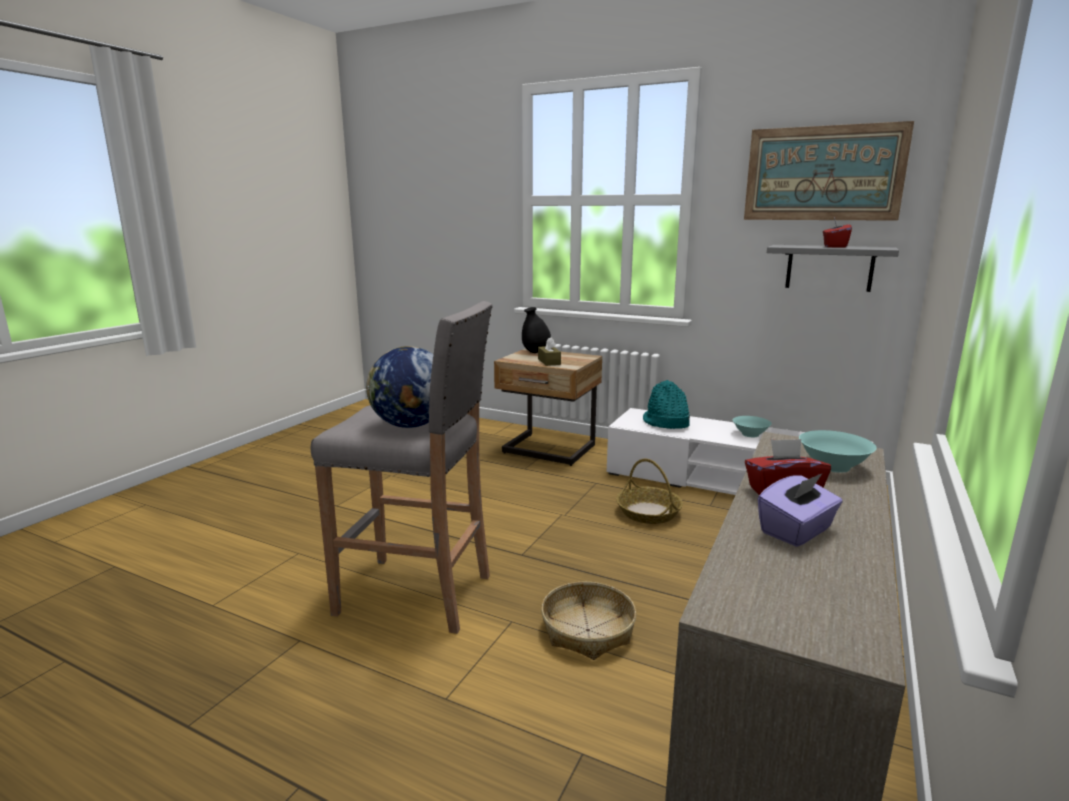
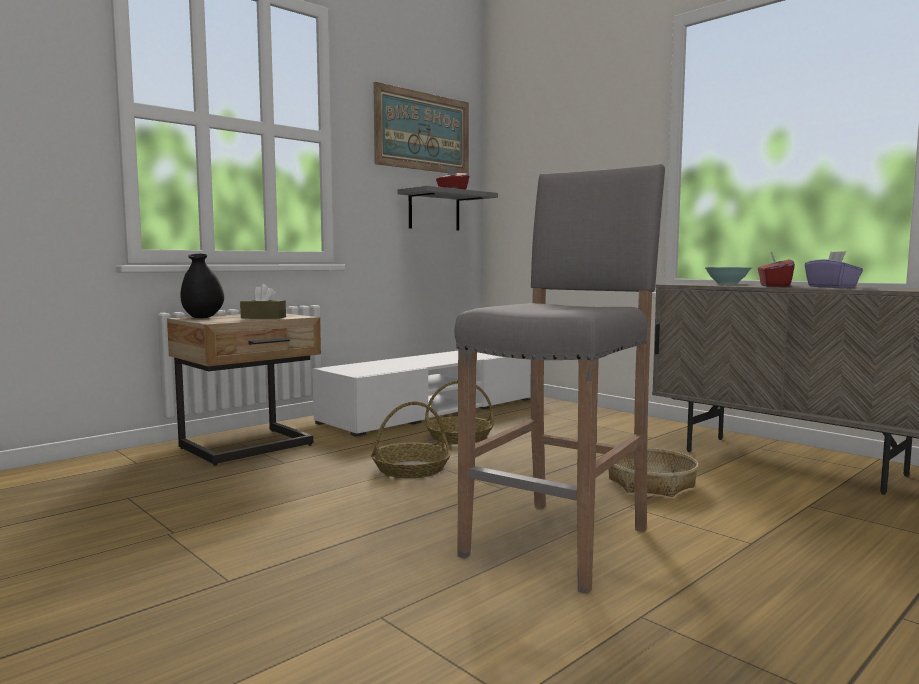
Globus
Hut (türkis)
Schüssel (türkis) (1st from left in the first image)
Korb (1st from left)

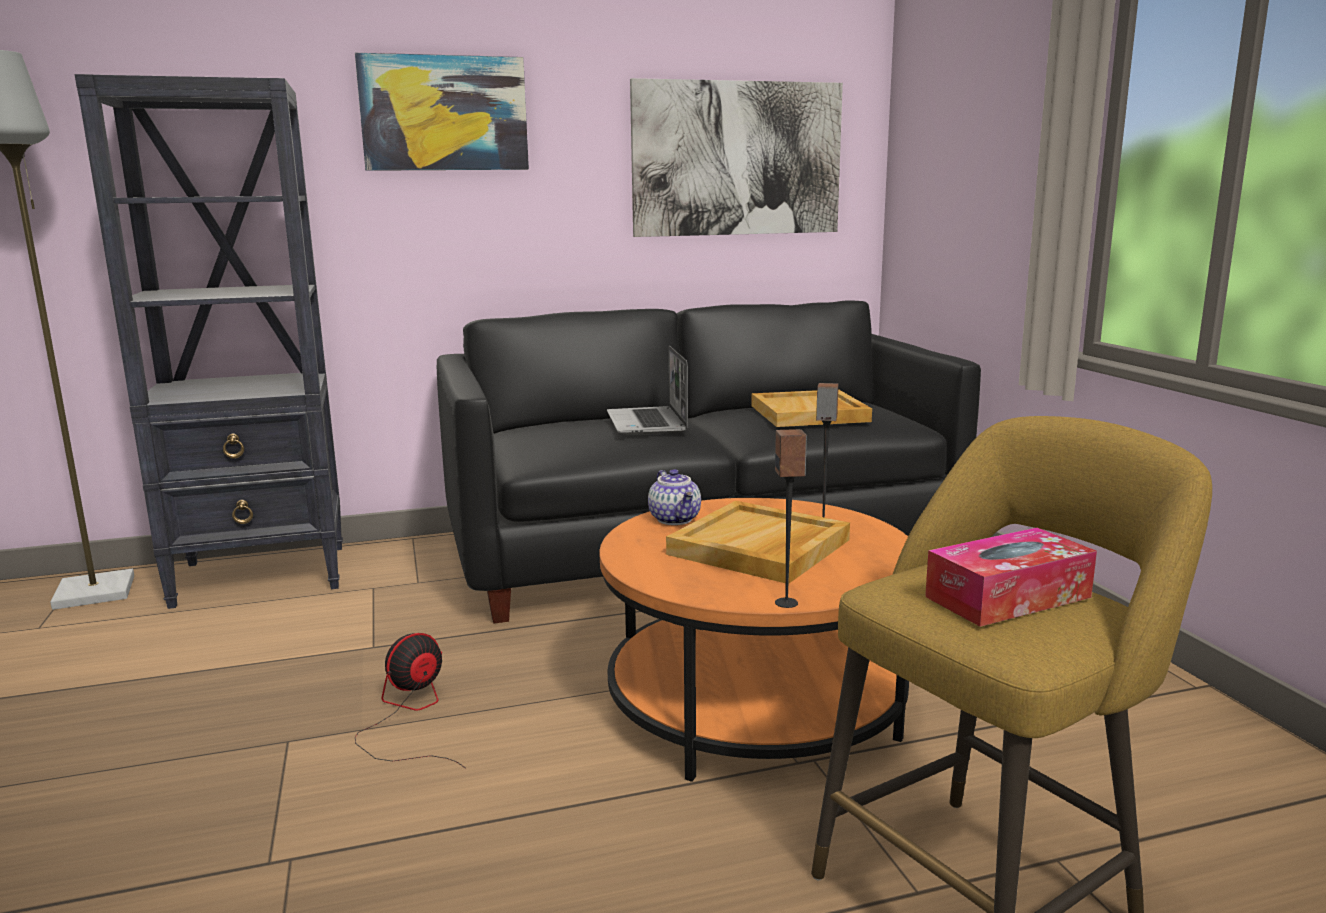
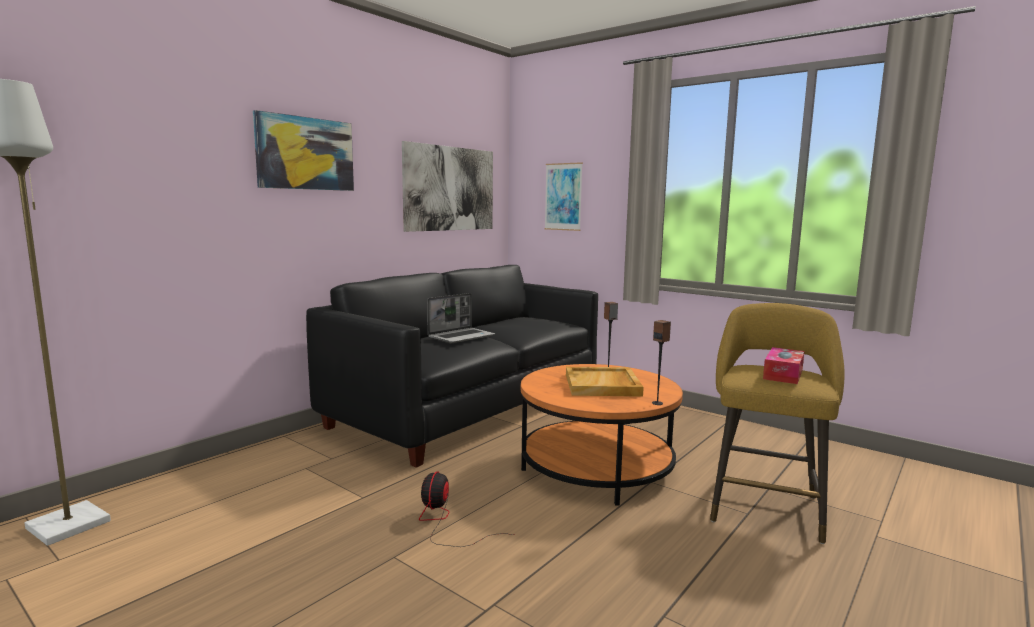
Bücherregal (schwarz)
Teekanne
Tablett (beige) (2nd from left in the first image)
Bild (3rd from left)
Laptop

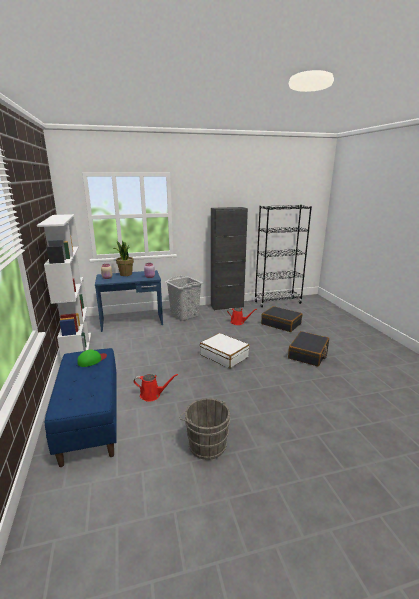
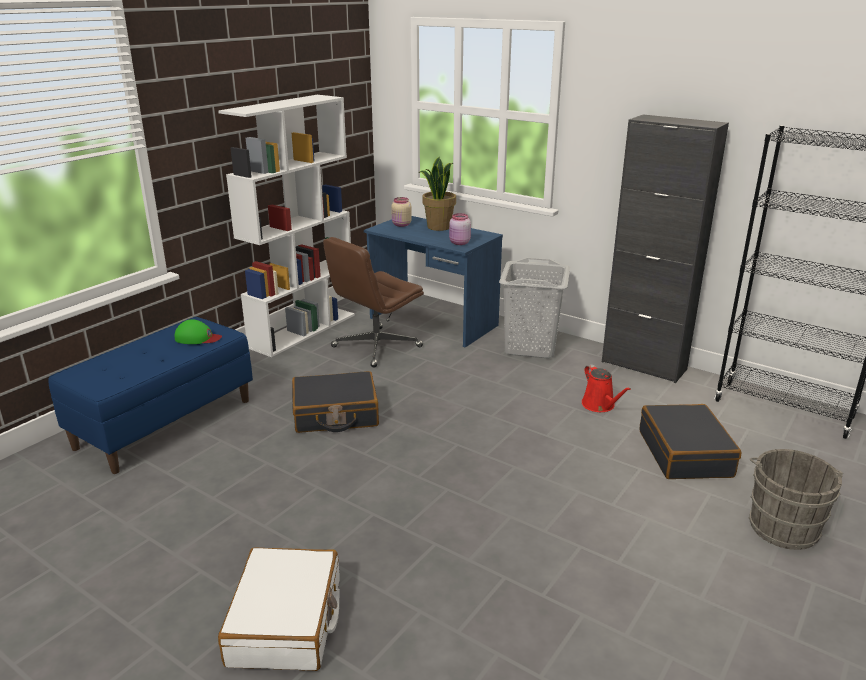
Gießkanne (rot) (1st from left in the first image)
Bürostuhl (braun)
Eimer (grau)
Koffer (weiß)
Koffer (schwarz) (1st from left)

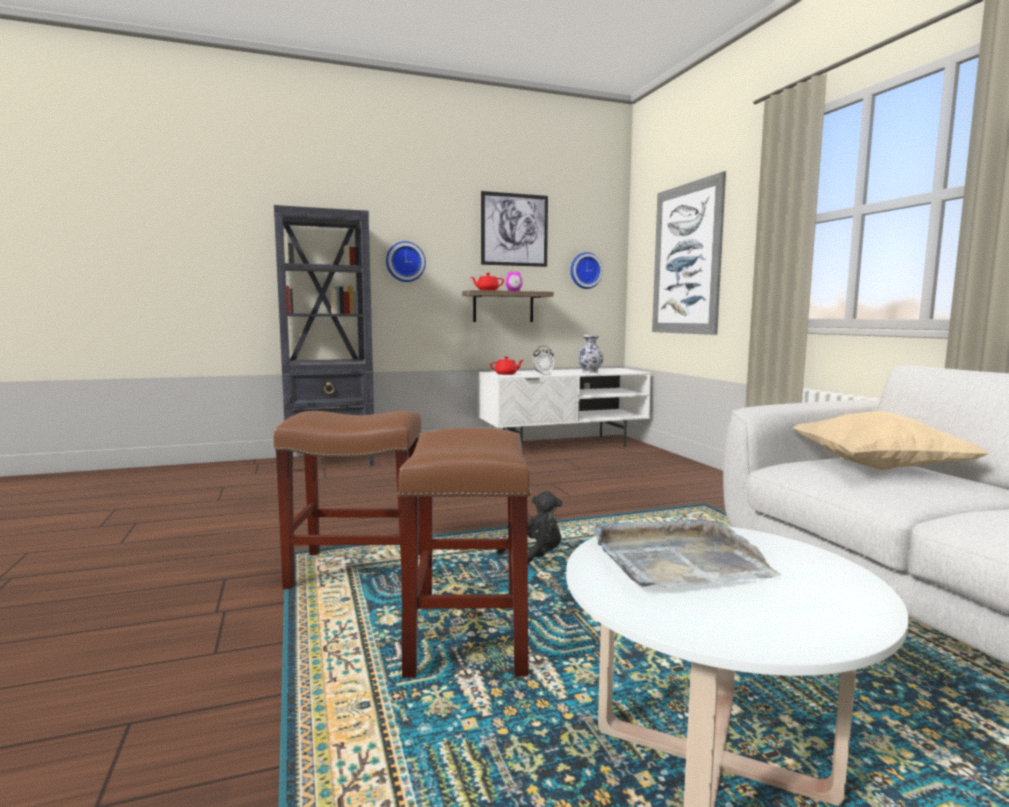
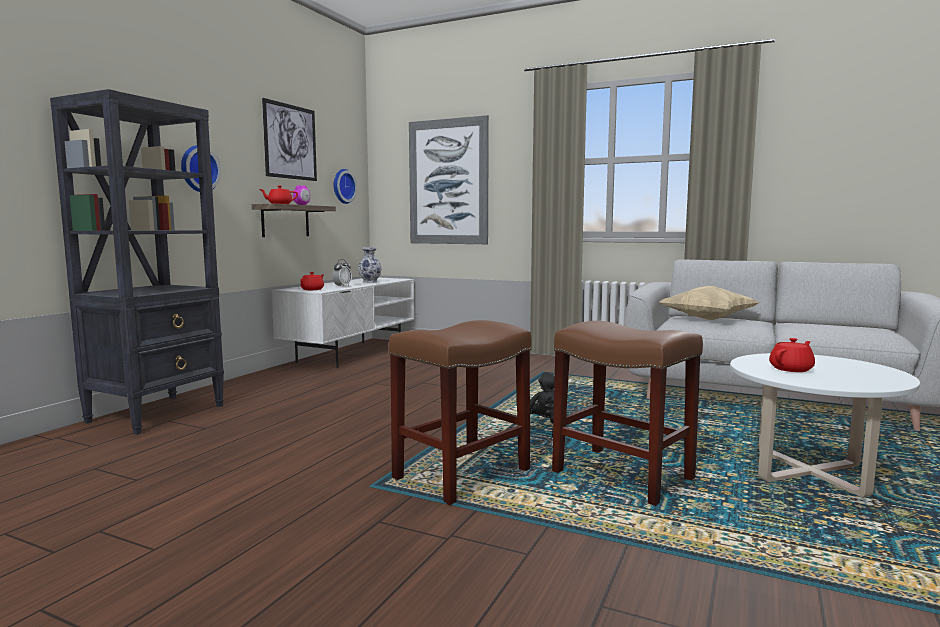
Teekanne (rot) (3rd from left)

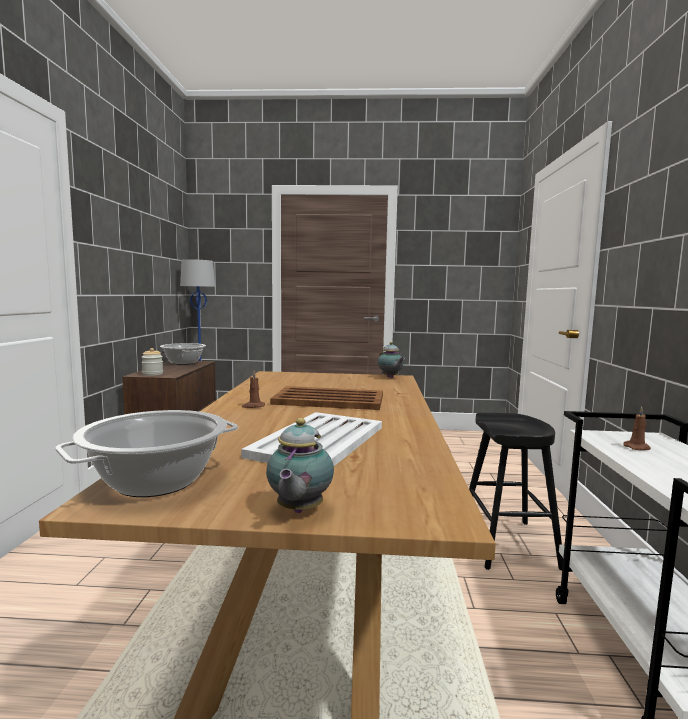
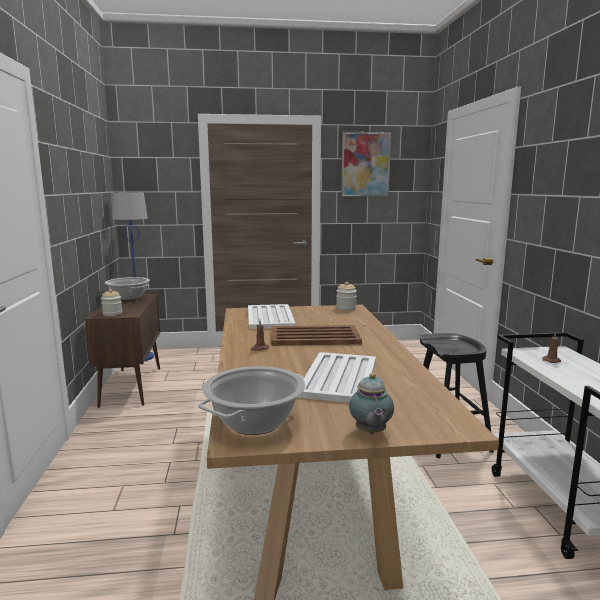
Tablett (weiß) (1st from left)
Bild
Vorratsglas (2nd from left)

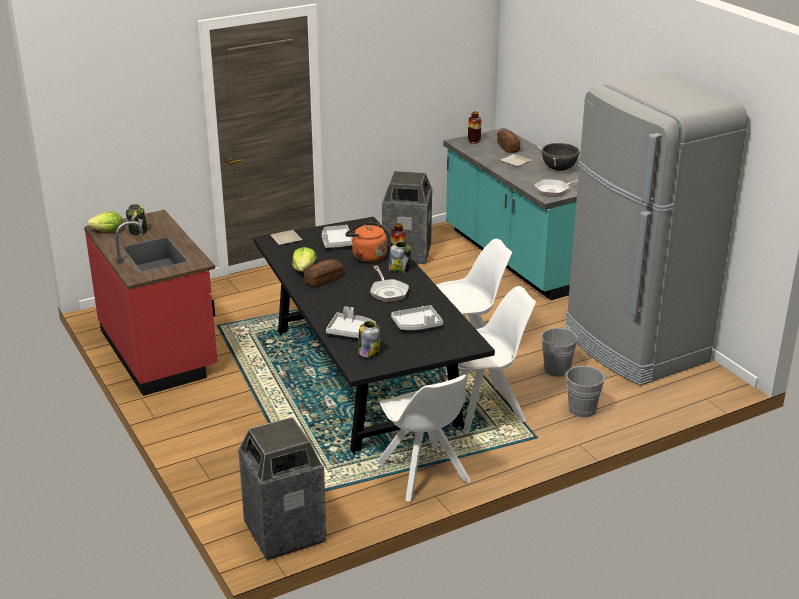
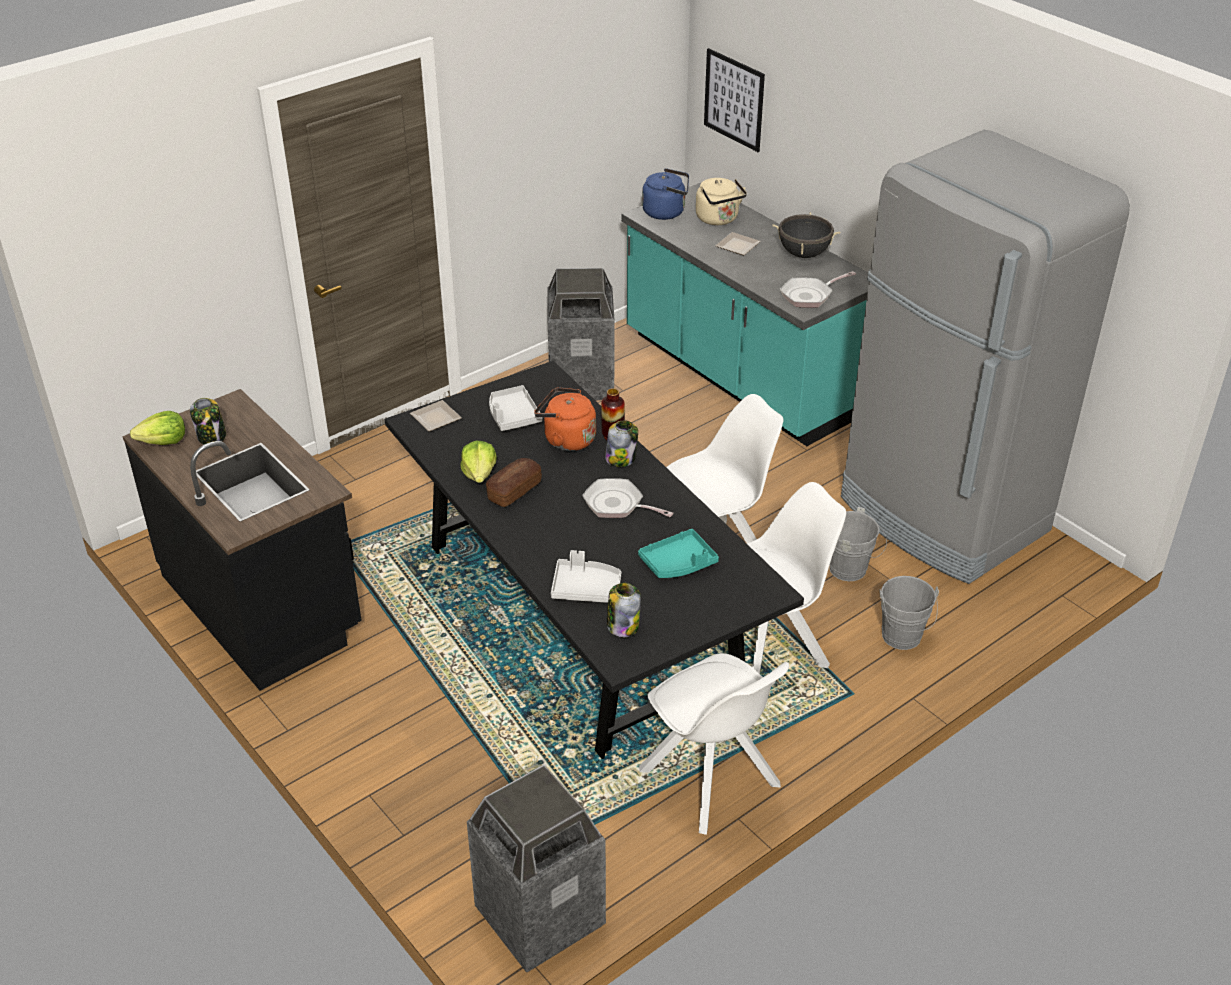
Bild
Wasserkessel (blau)
Wasserkessel (beige)
Küchenzeile (schwarz)
Tablett (türkis)
Pfanne (1st from left)

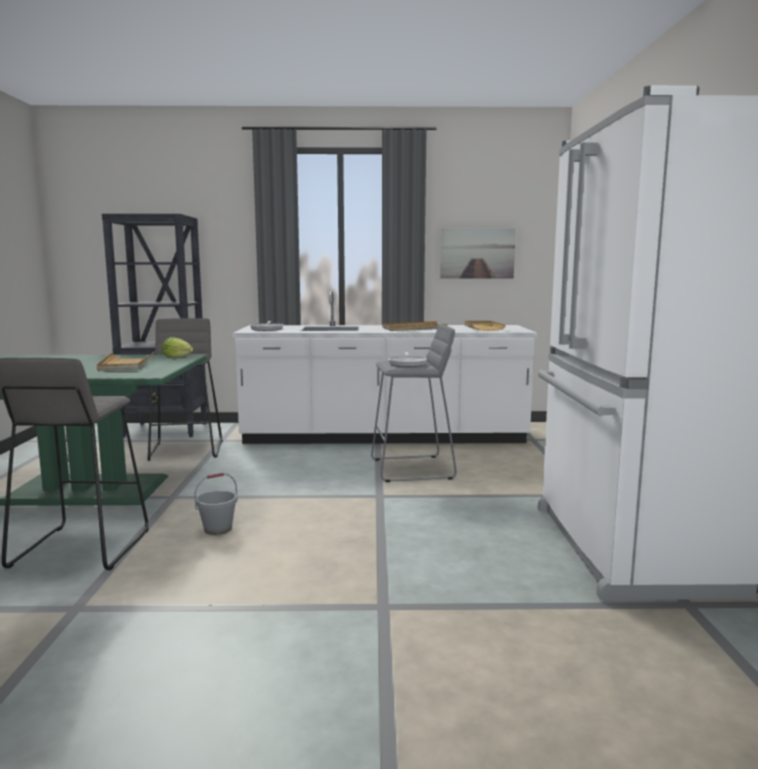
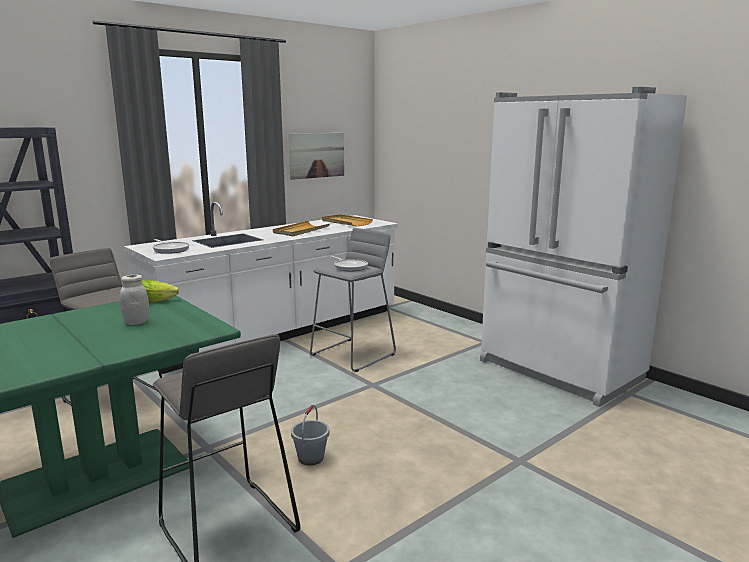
Vorratsglas (weiß)

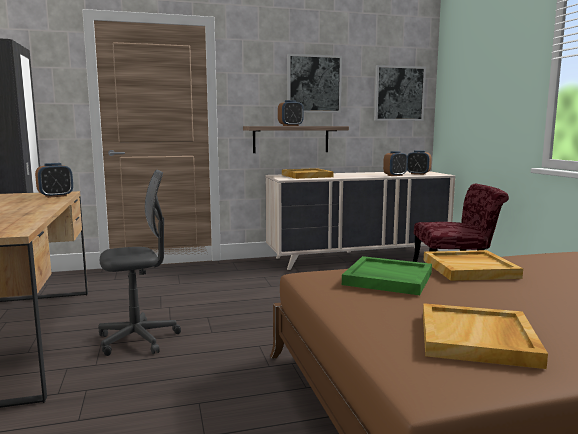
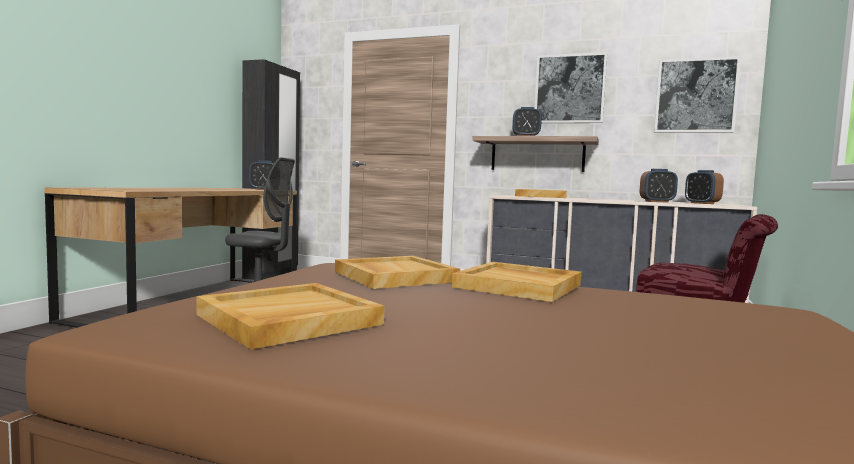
Tablett (beige) (2nd from left)

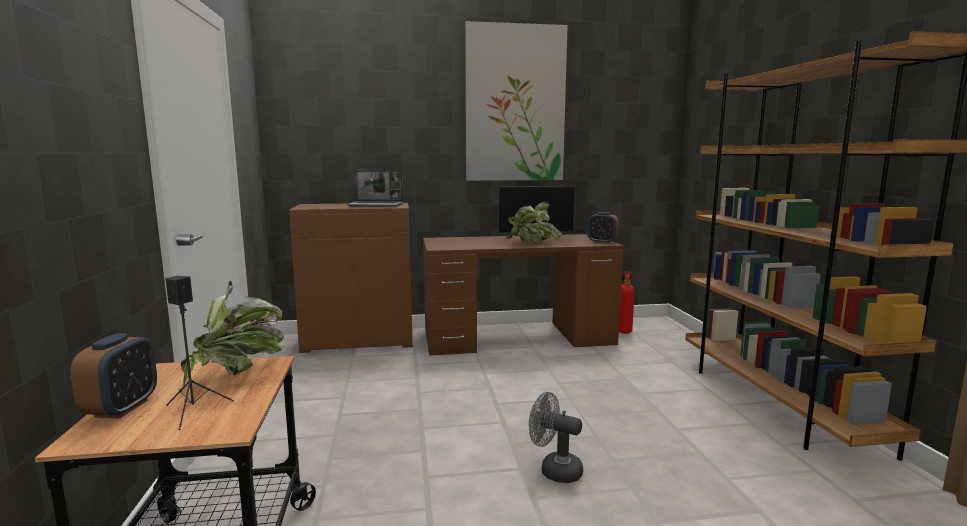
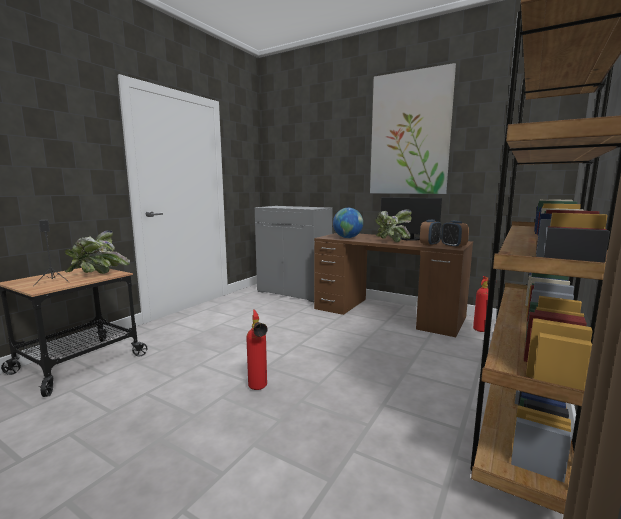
Laptop
Globus
Wecker (1st from left)
Feuerlöscher (1st from left)
Schrank (grau)

